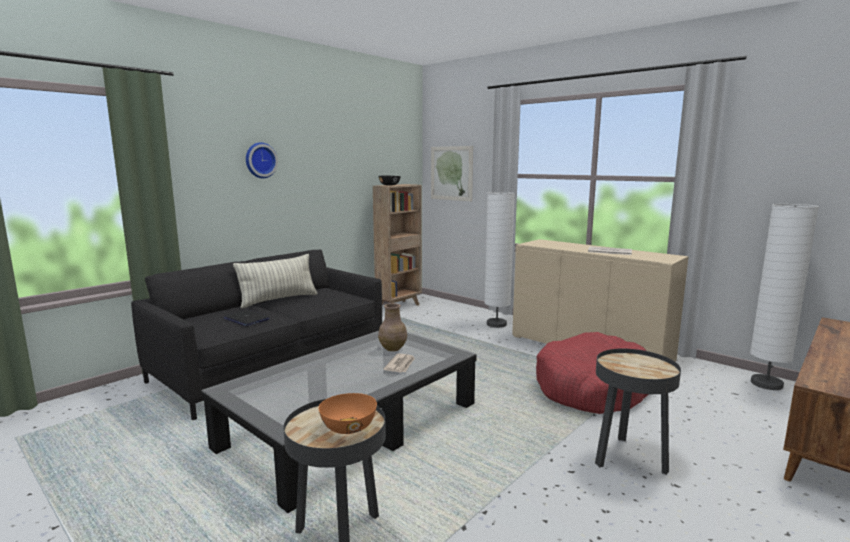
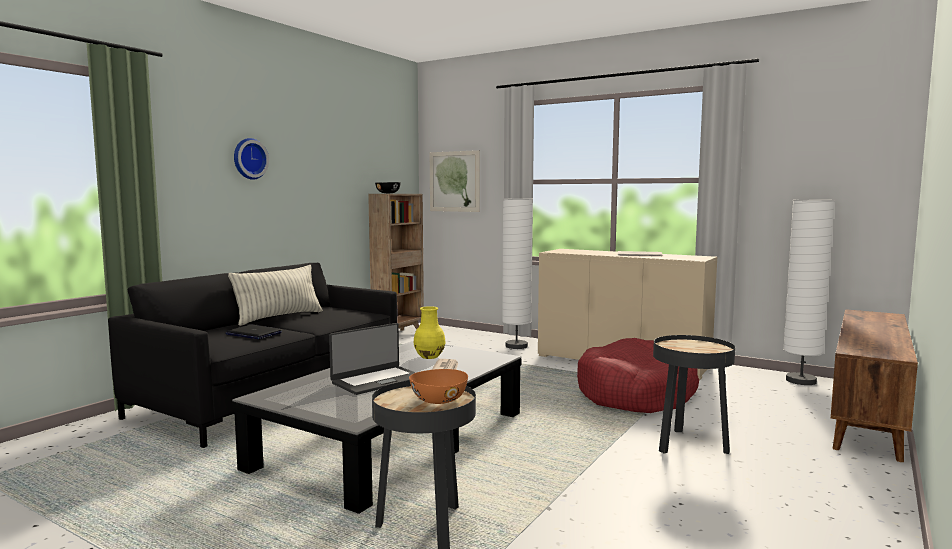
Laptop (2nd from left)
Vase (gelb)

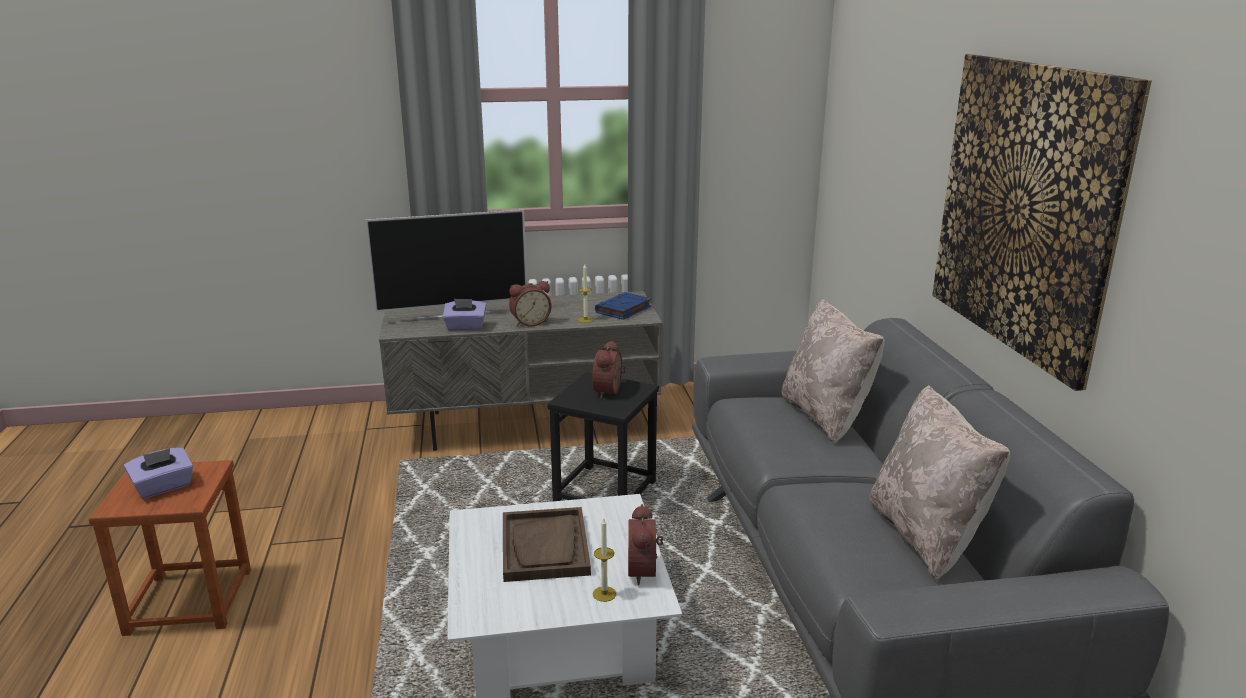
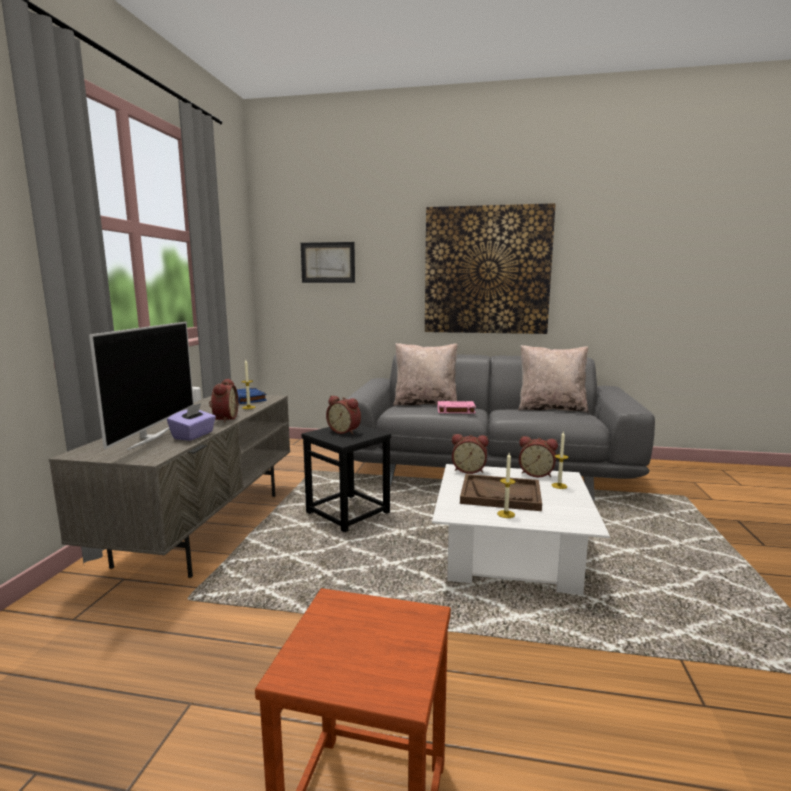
Taschentuchbox (lila) (1st from left in the first image)
Bild (1st from left)
Buch (rosa)
Wecker (3rd from left)
Kerze (2nd from left)

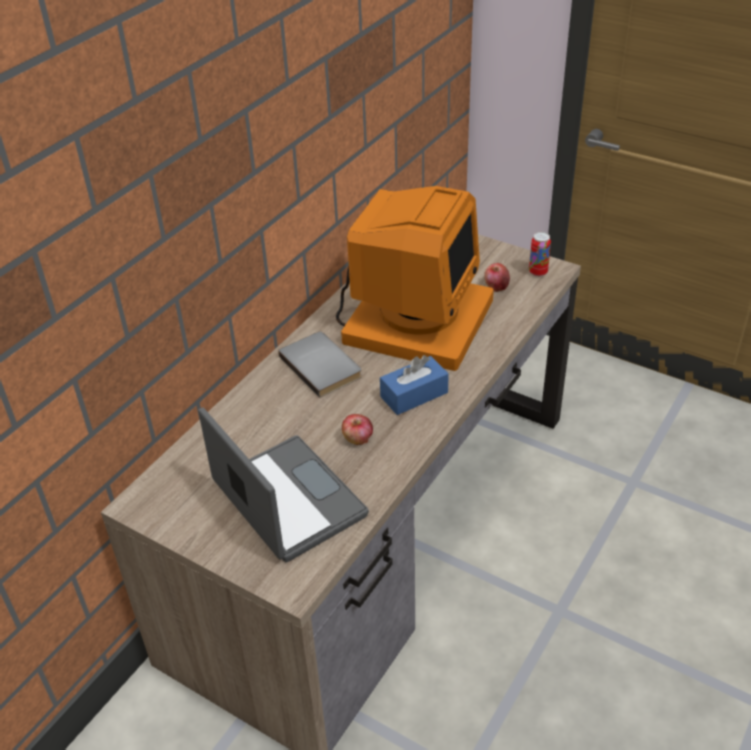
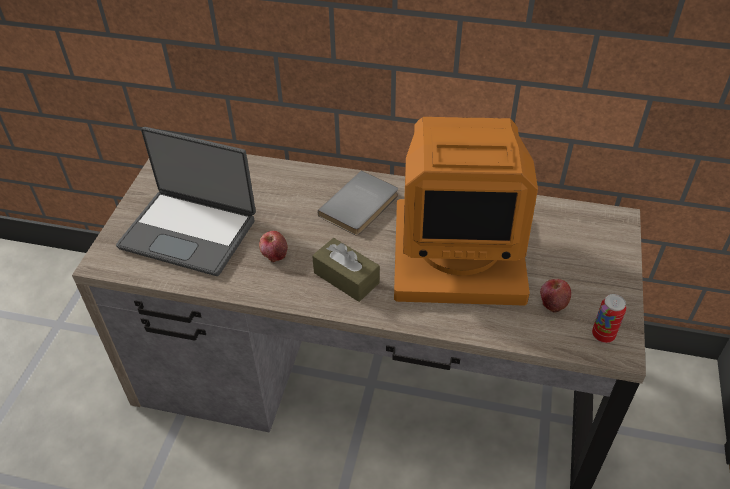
Taschentuchbox (braun)
Laptop

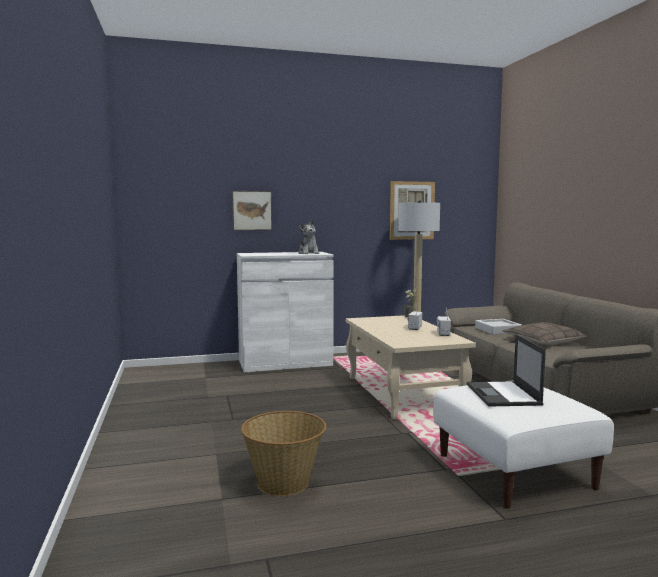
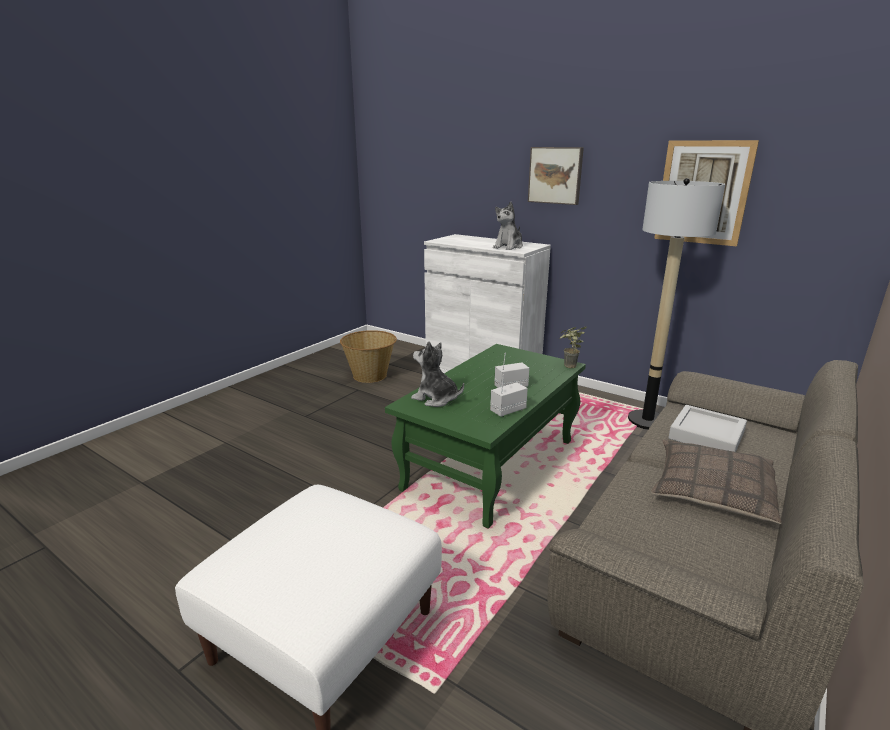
Laptop
Plüschtier (1st from left)
Bild (1st from left)
Korb
Couchtisch (grün)

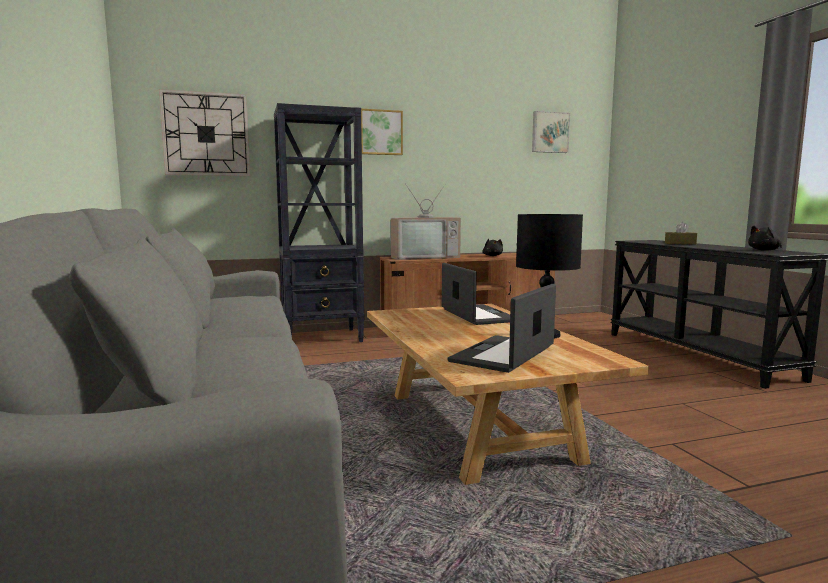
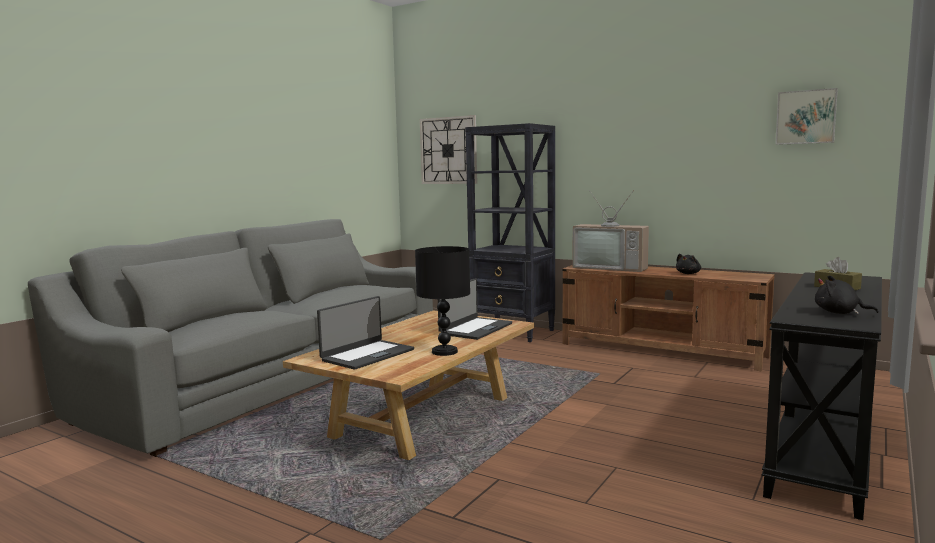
Bild (1st from left in the first image)
Laptop (1st from left)

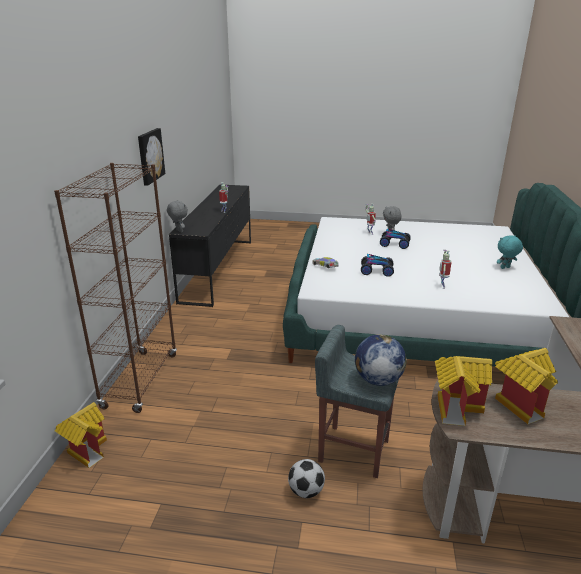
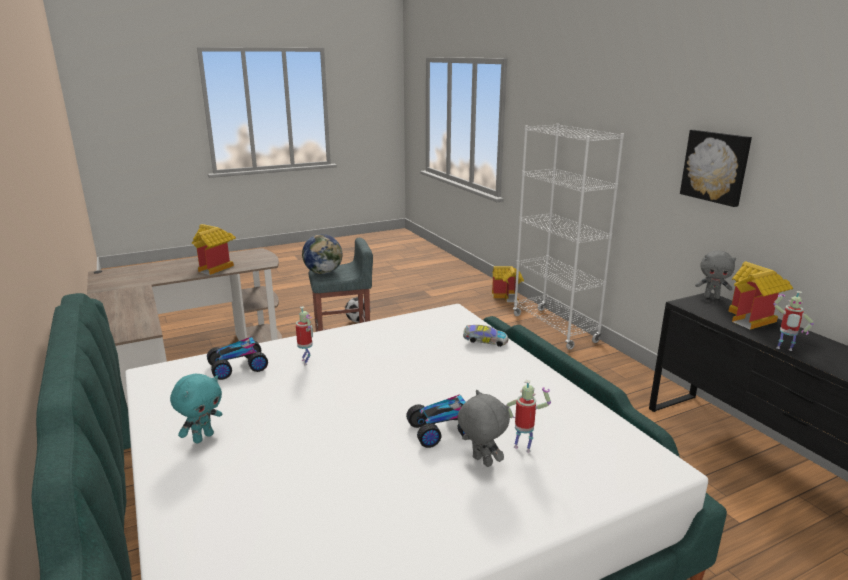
Spielzeugauto (1st from left)
Spielzeughaus (3rd from left)
Bücherregal (weiß)

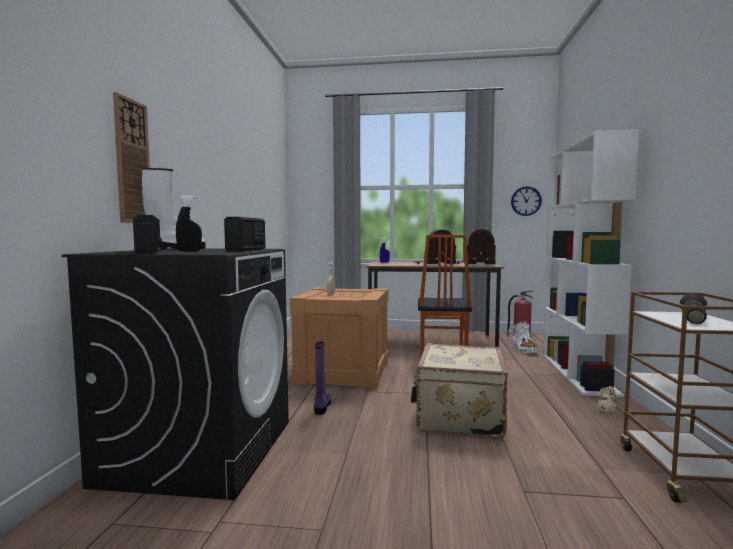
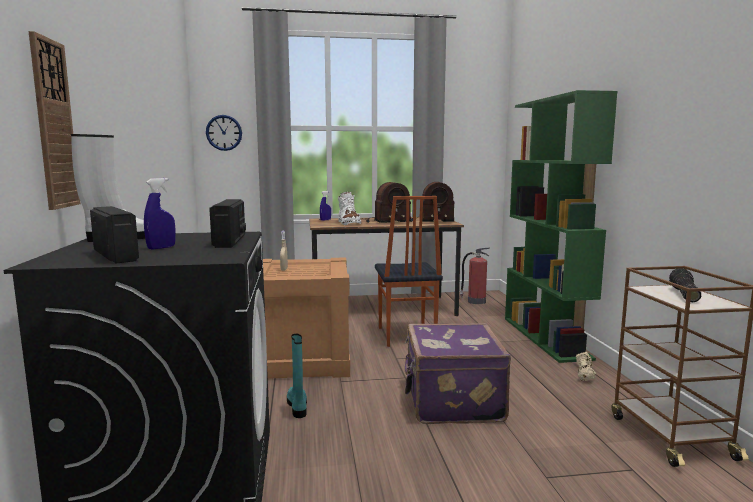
Wanduhr (2nd from left)
Stiefel (weiß) (2nd from left)
Sprühflasche (blau) (1st from left)
Stiefel (türkis)
Koffer (lila)
Bücherregal (grün)

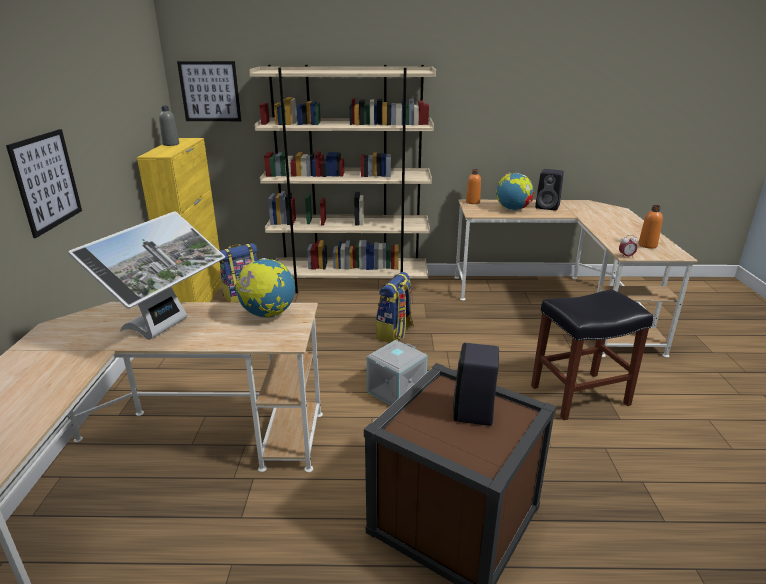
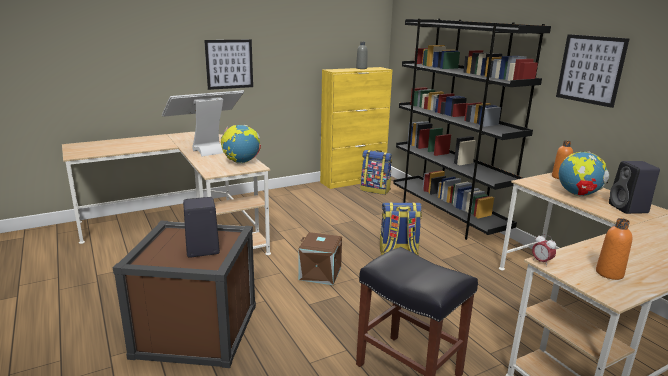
Bild (2nd from left)
Bücherregal (schwarz)
Aufbewahrungsbox (braun) (2nd from left)
Monitor

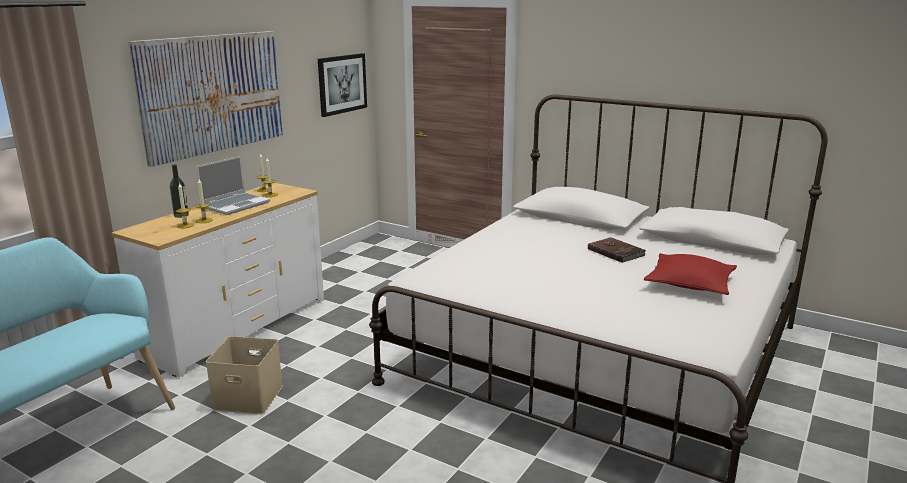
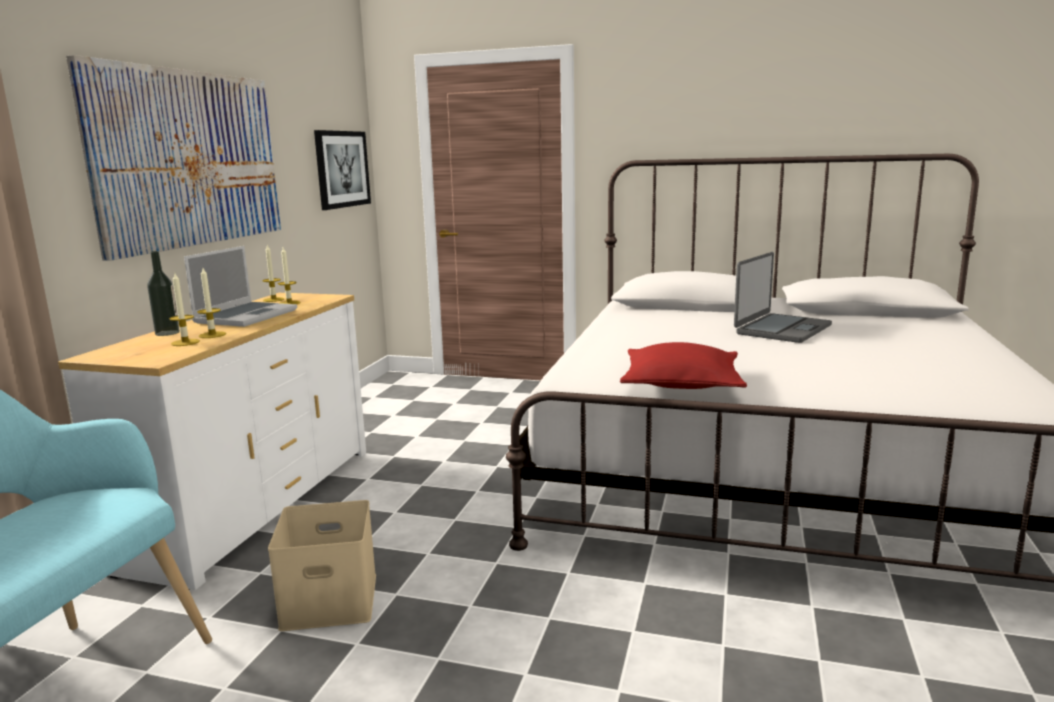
Kissen (rot)
Laptop (2nd from left)

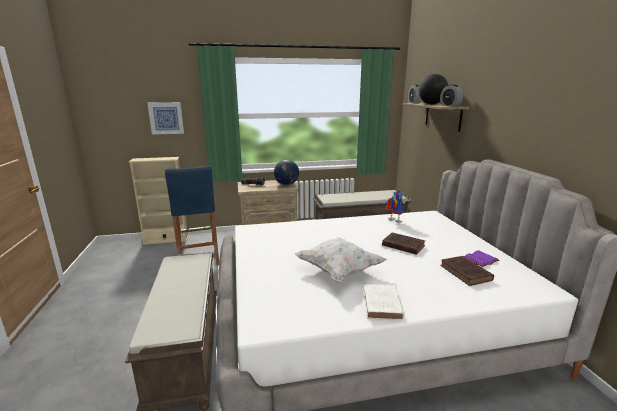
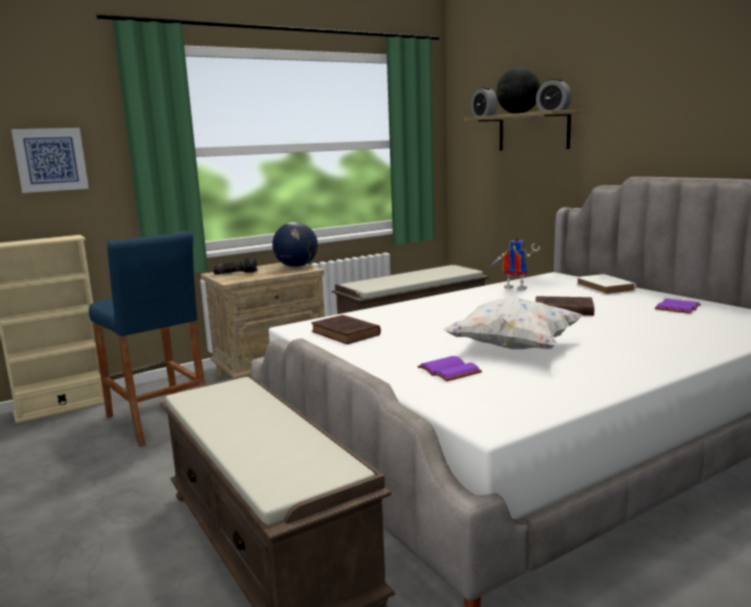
Buch (lila) (1st from left)
Buch (weiß)
Buch (braun) (1st from left)

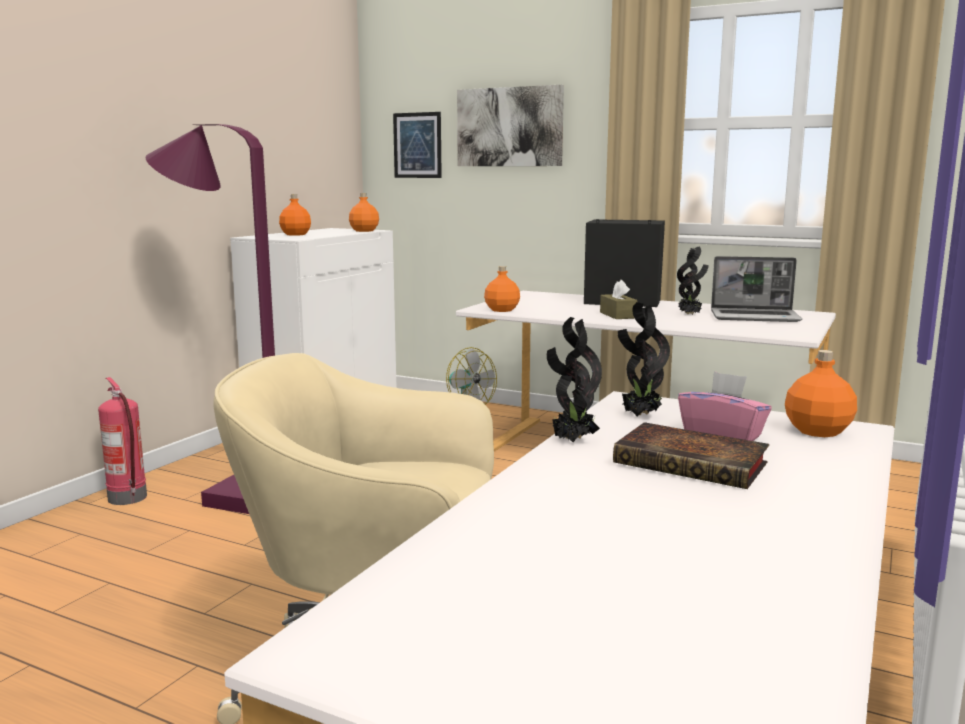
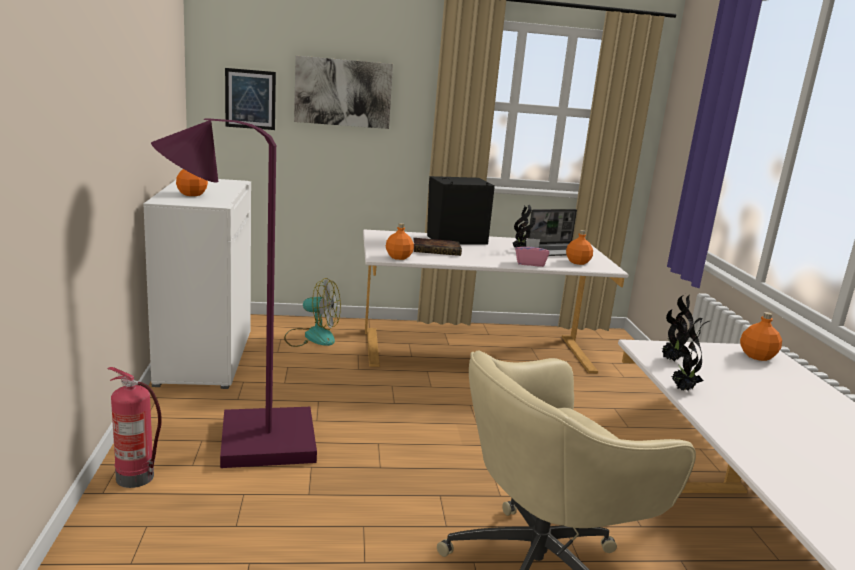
Taschentuchbox (braun)
Flasche (orange) (3rd from left)
Buch
Taschentuchbox (rosa)

